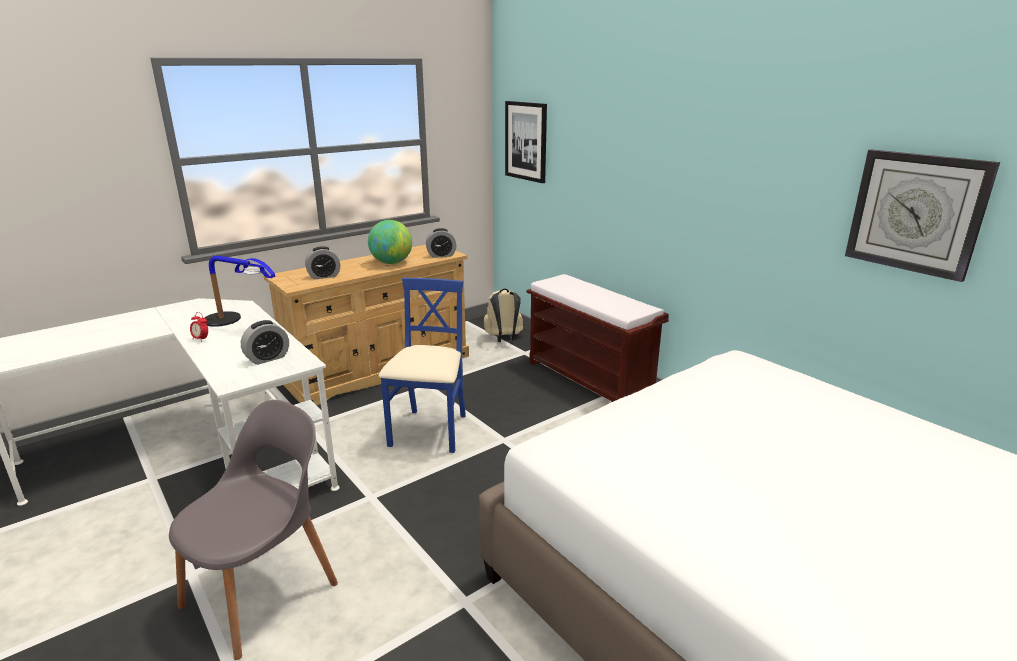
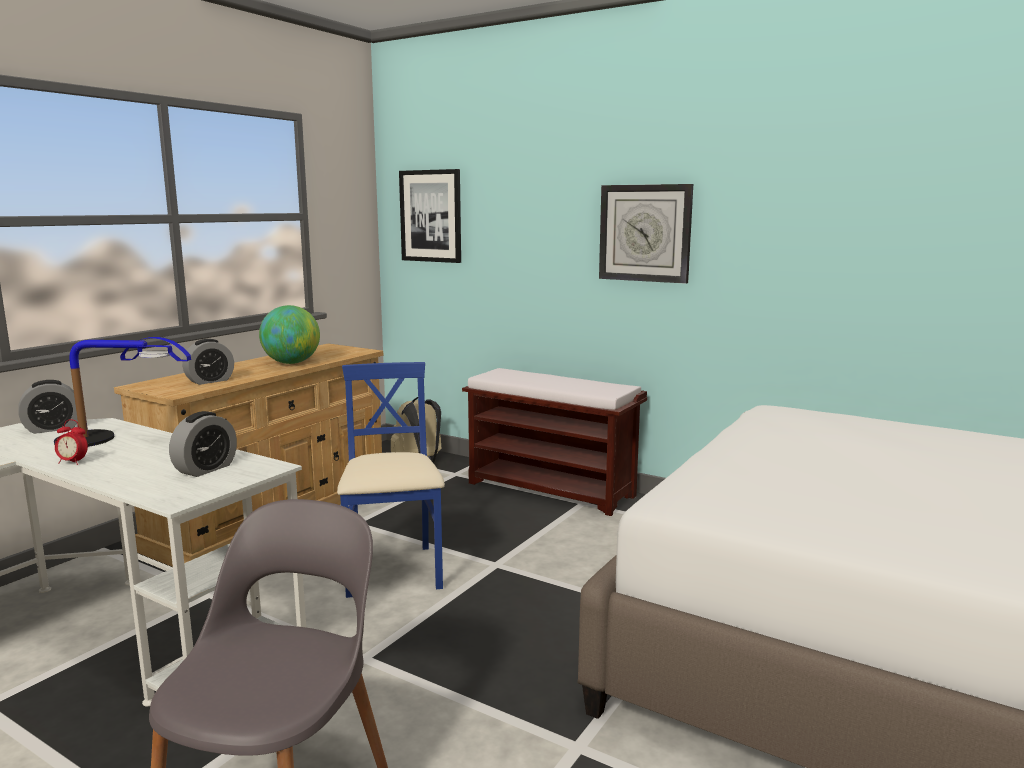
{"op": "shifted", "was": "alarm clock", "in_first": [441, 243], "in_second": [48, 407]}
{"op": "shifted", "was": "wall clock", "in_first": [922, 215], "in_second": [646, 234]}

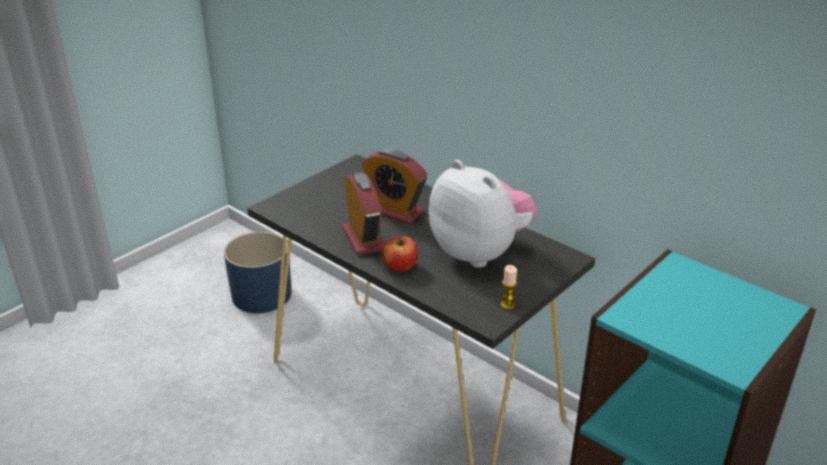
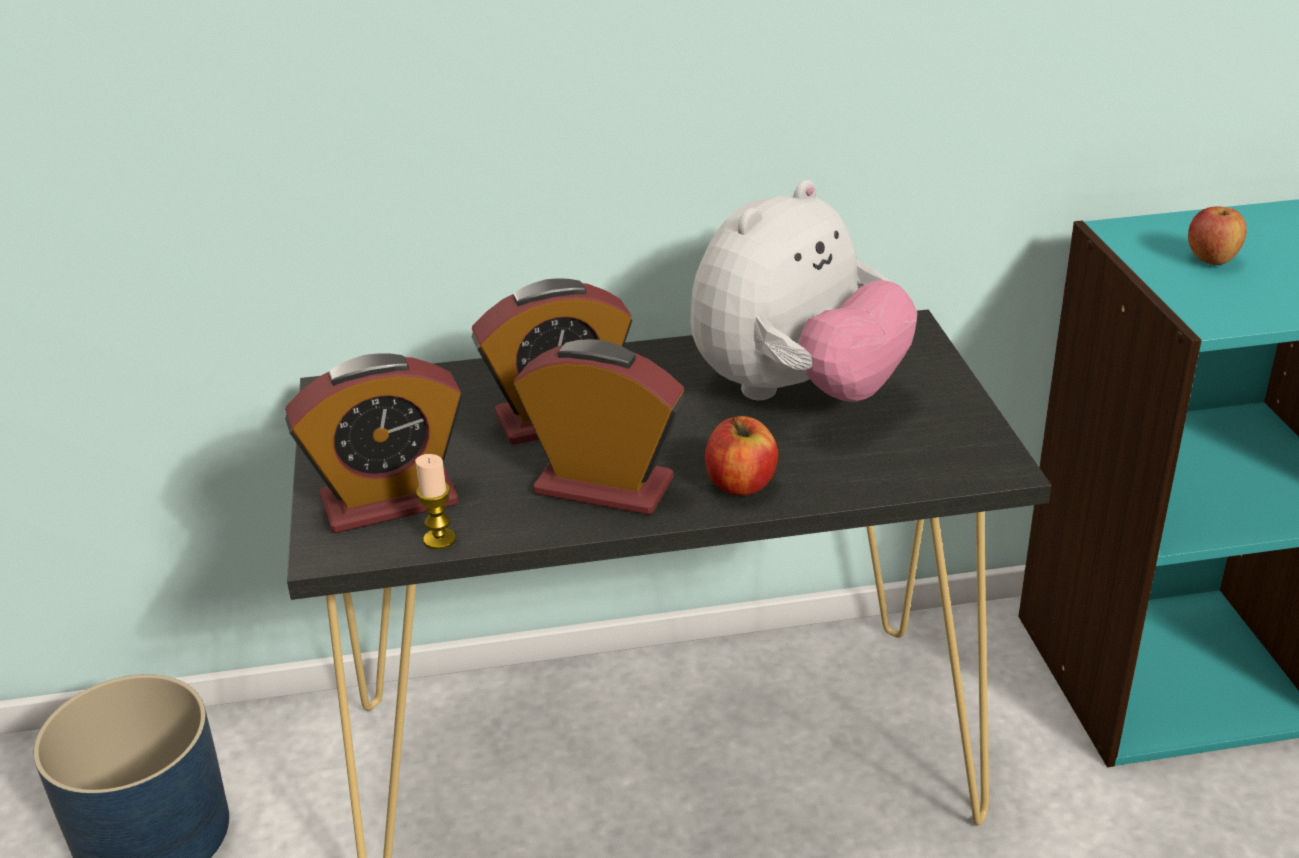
{"op": "new", "now": "alarm clock", "in_second": [373, 443]}
{"op": "shifted", "was": "candle", "in_first": [509, 287], "in_second": [435, 502]}
{"op": "rotated", "was": "plush toy", "in_first": [483, 214], "in_second": [803, 291], "clockwise": 135}
{"op": "new", "now": "apple", "in_second": [1217, 235]}

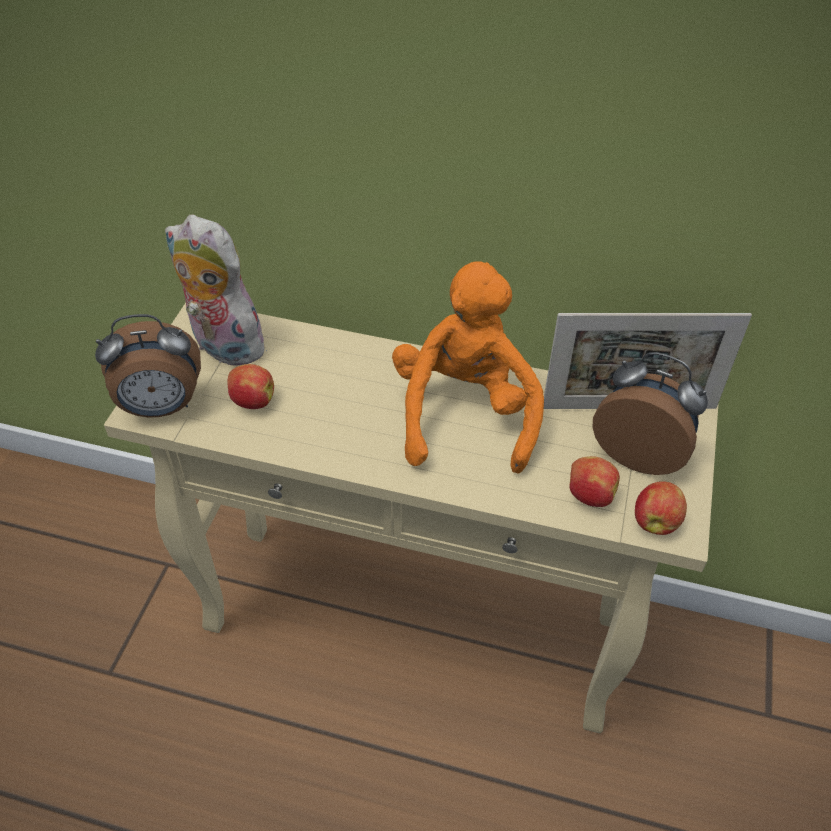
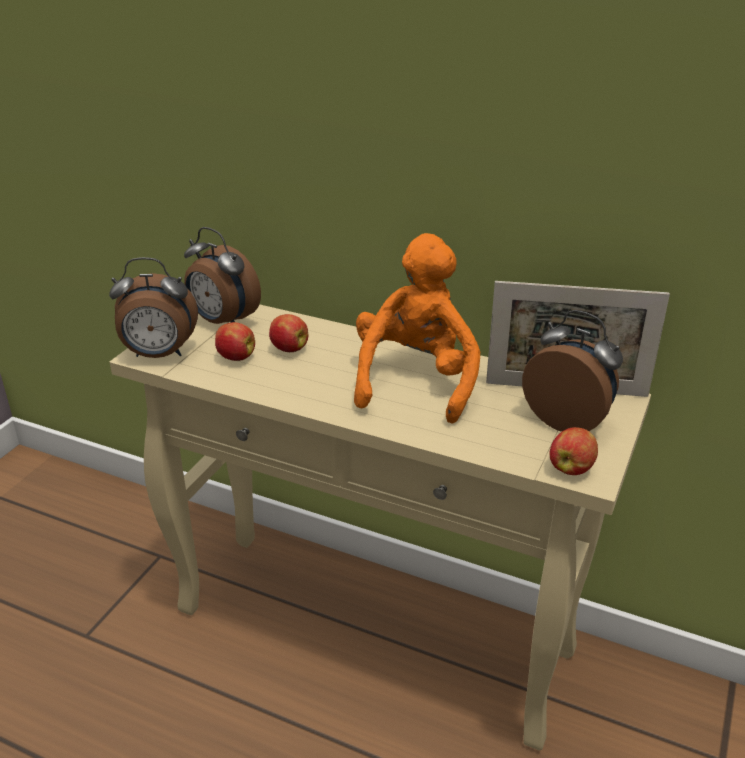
{"op": "swapped", "was": "plush toy", "now": "alarm clock", "in_first": [216, 290], "in_second": [222, 275]}
{"op": "shifted", "was": "apple", "in_first": [595, 481], "in_second": [288, 333]}

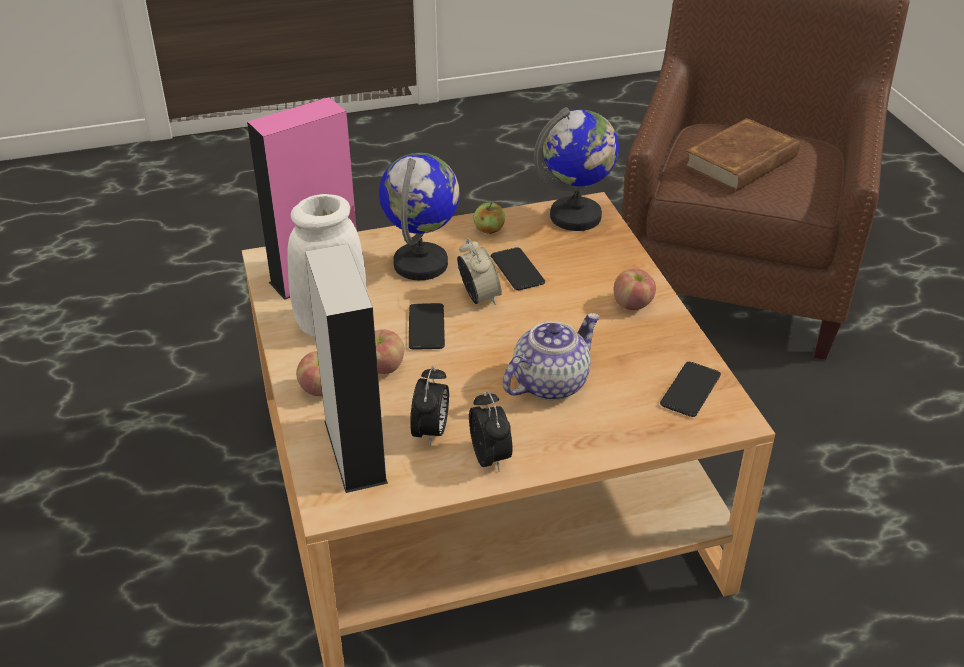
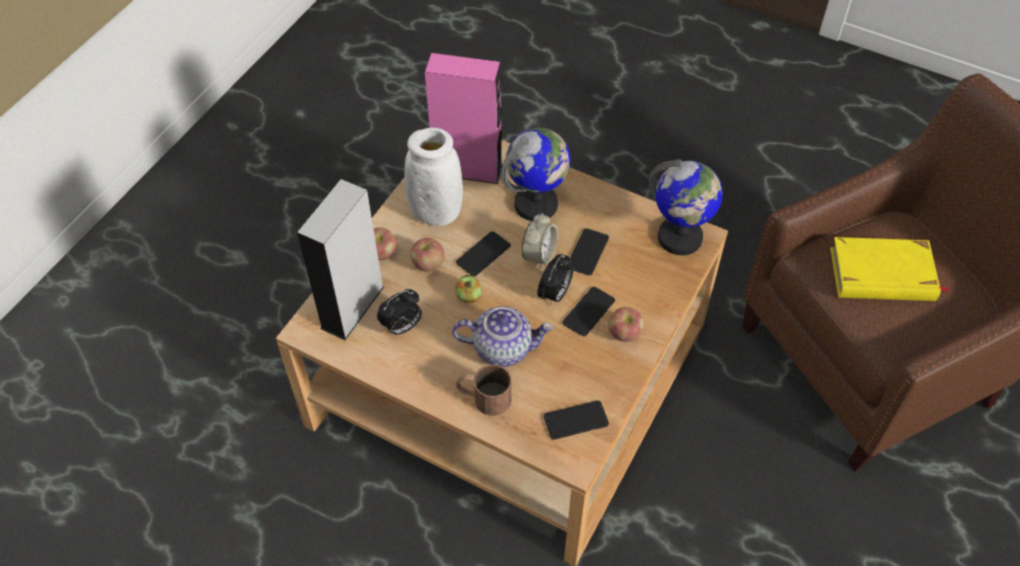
{"op": "shifted", "was": "apple", "in_first": [489, 218], "in_second": [468, 289]}
{"op": "new", "now": "mug (brown)", "in_second": [484, 390]}
{"op": "shifted", "was": "alarm clock", "in_first": [491, 431], "in_second": [555, 279]}
{"op": "new", "now": "phone", "in_second": [588, 311]}
{"op": "repainted", "was": "book (brown)", "now": "book (yellow)", "in_first": [742, 154], "in_second": [890, 269]}

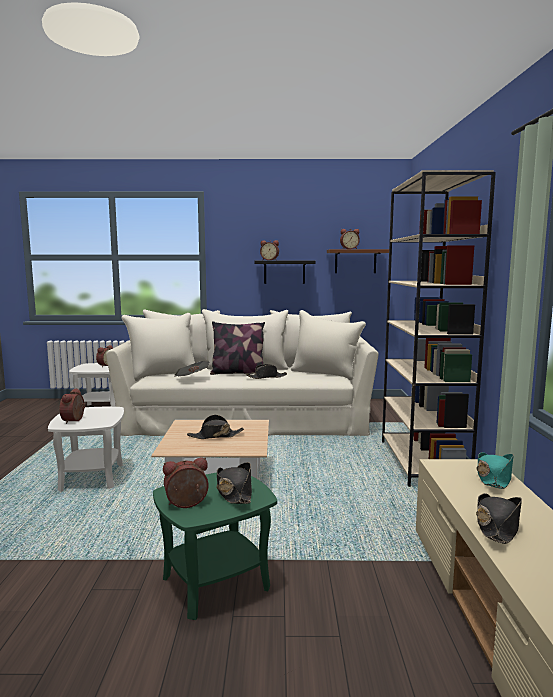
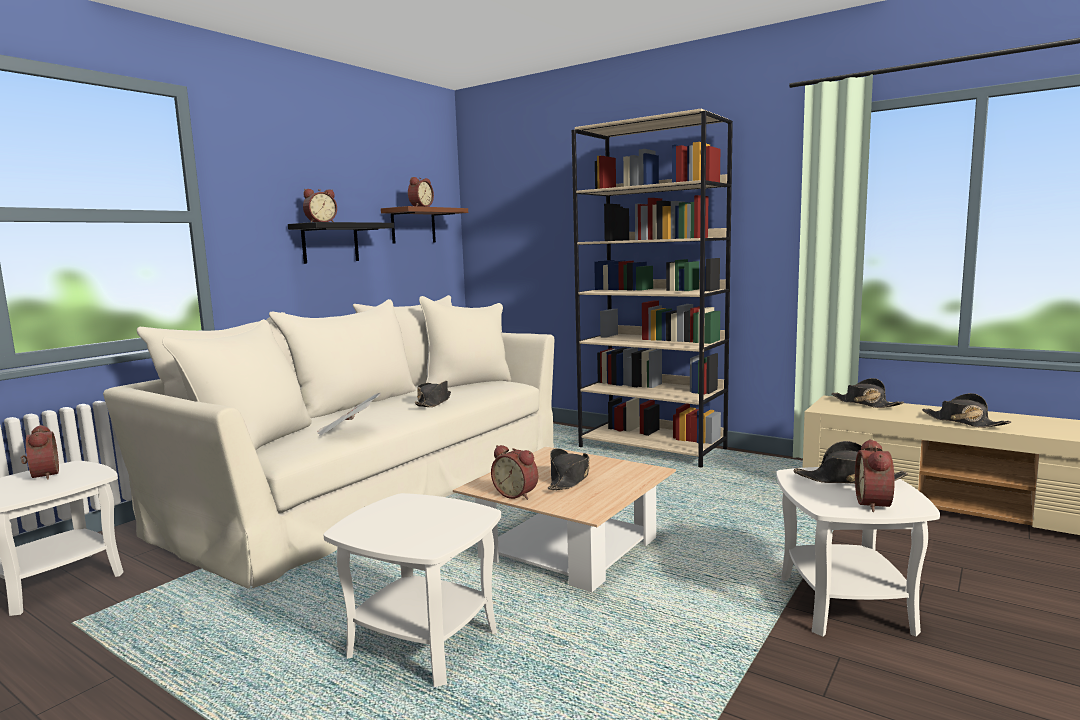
{"op": "shifted", "was": "alarm clock", "in_first": [72, 406], "in_second": [514, 472]}
{"op": "repainted", "was": "side table (green)", "now": "side table (white)", "in_first": [215, 546], "in_second": [858, 552]}
{"op": "repainted", "was": "hat (turquoise)", "now": "hat (black)", "in_first": [495, 470], "in_second": [868, 393]}
{"op": "gone", "was": "pillow", "in_first": [237, 348]}

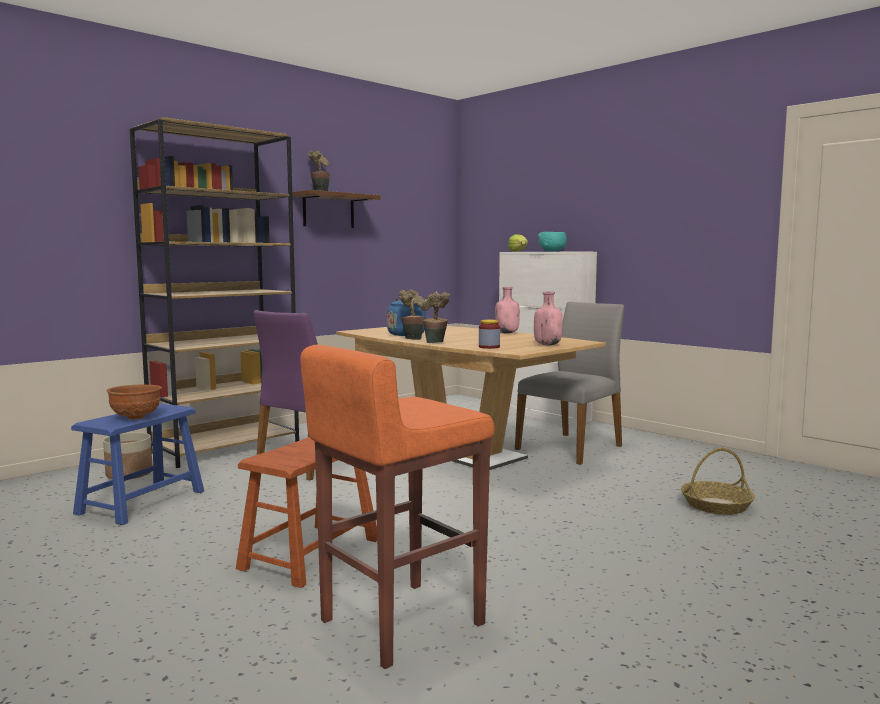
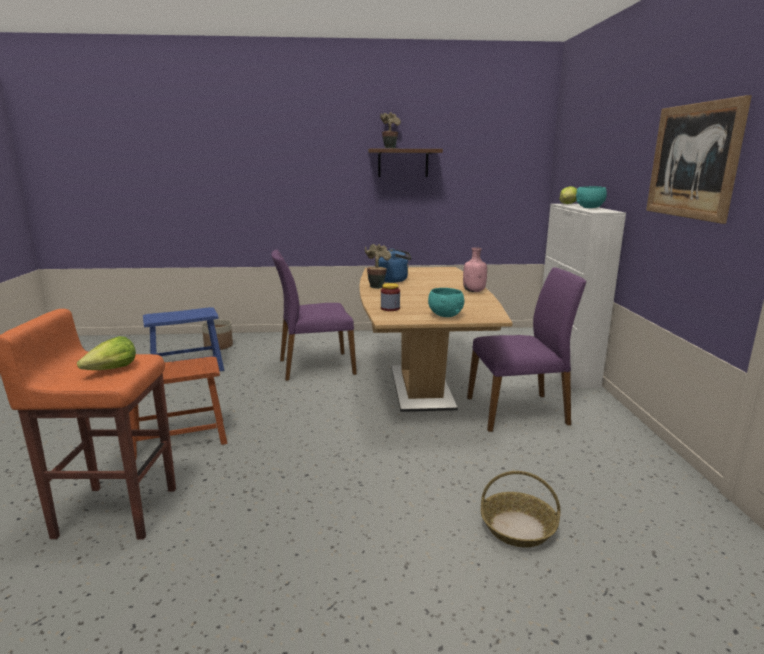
{"op": "new", "now": "lettuce", "in_second": [106, 353]}
{"op": "swapped", "was": "bottle (pink)", "now": "bowl (turquoise)", "in_first": [548, 318], "in_second": [446, 302]}
{"op": "repainted", "was": "chair (grey)", "now": "chair (purple)", "in_first": [569, 383], "in_second": [526, 349]}
{"op": "new", "now": "picture", "in_second": [699, 159]}
{"op": "gone", "was": "bowl (brown)", "in_first": [134, 401]}
{"op": "gone", "was": "bookcase (brown)", "in_first": [214, 292]}
{"op": "gone", "was": "potted plant", "in_first": [435, 317]}

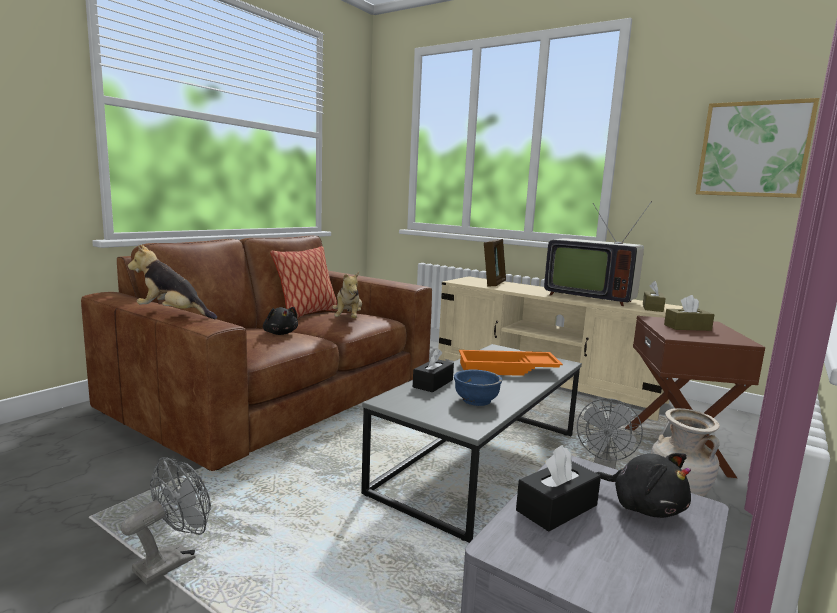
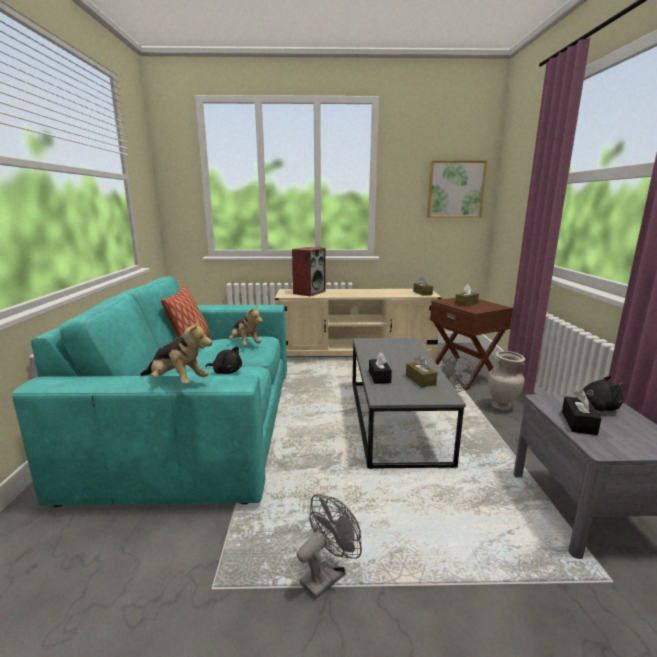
{"op": "repainted", "was": "sofa (brown)", "now": "sofa (turquoise)", "in_first": [256, 353], "in_second": [149, 391]}
{"op": "rotated", "was": "plush toy", "in_first": [172, 282], "in_second": [176, 351], "clockwise": -135}
{"op": "swapped", "was": "picture frame", "now": "speaker", "in_first": [495, 263], "in_second": [309, 271]}
{"op": "rotated", "was": "fan (grey)", "in_first": [166, 521], "in_second": [329, 546], "clockwise": 45}
{"op": "swapped", "was": "bowl (blue)", "now": "tissue box (brown)", "in_first": [478, 388], "in_second": [421, 371]}
{"op": "gone", "was": "tray (orange)", "in_first": [511, 363]}
{"op": "gone", "was": "television", "in_first": [598, 253]}

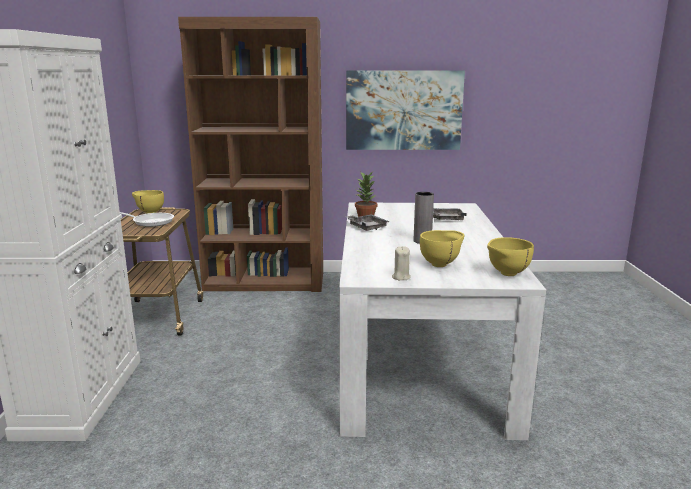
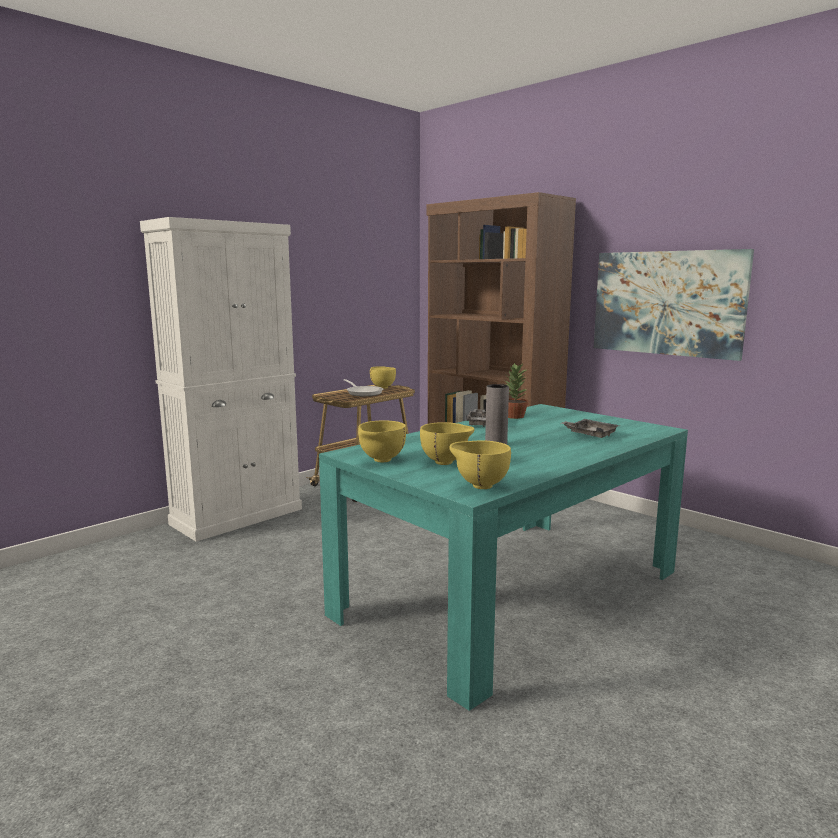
{"op": "repainted", "was": "dining table (white)", "now": "dining table (turquoise)", "in_first": [442, 321], "in_second": [503, 557]}
{"op": "swapped", "was": "candle (beige)", "now": "bowl (yellow)", "in_first": [401, 263], "in_second": [382, 441]}

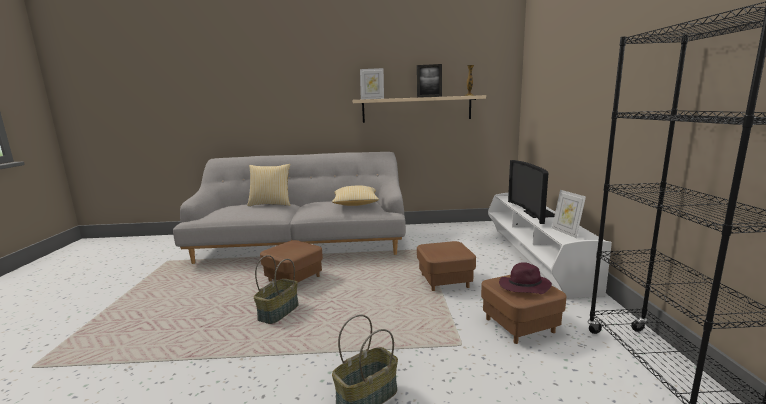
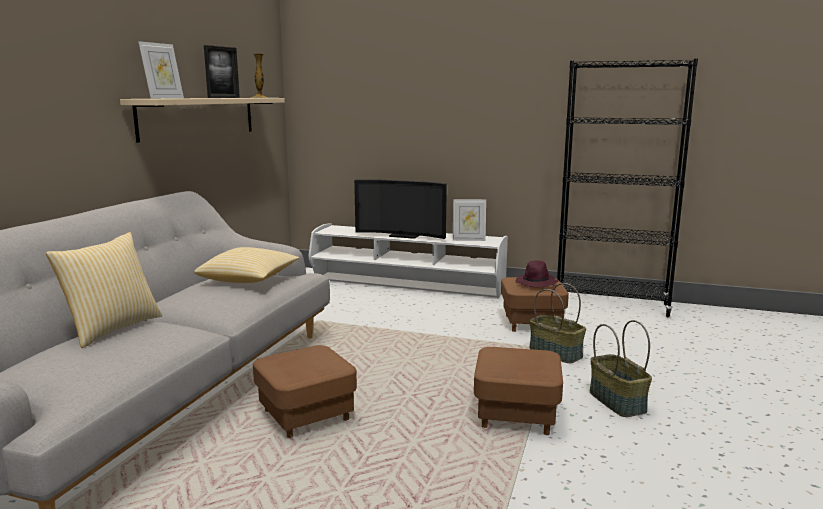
{"op": "shifted", "was": "ottoman (brown)", "in_first": [446, 266], "in_second": [518, 391]}
{"op": "shifted", "was": "basket", "in_first": [276, 289], "in_second": [557, 323]}

